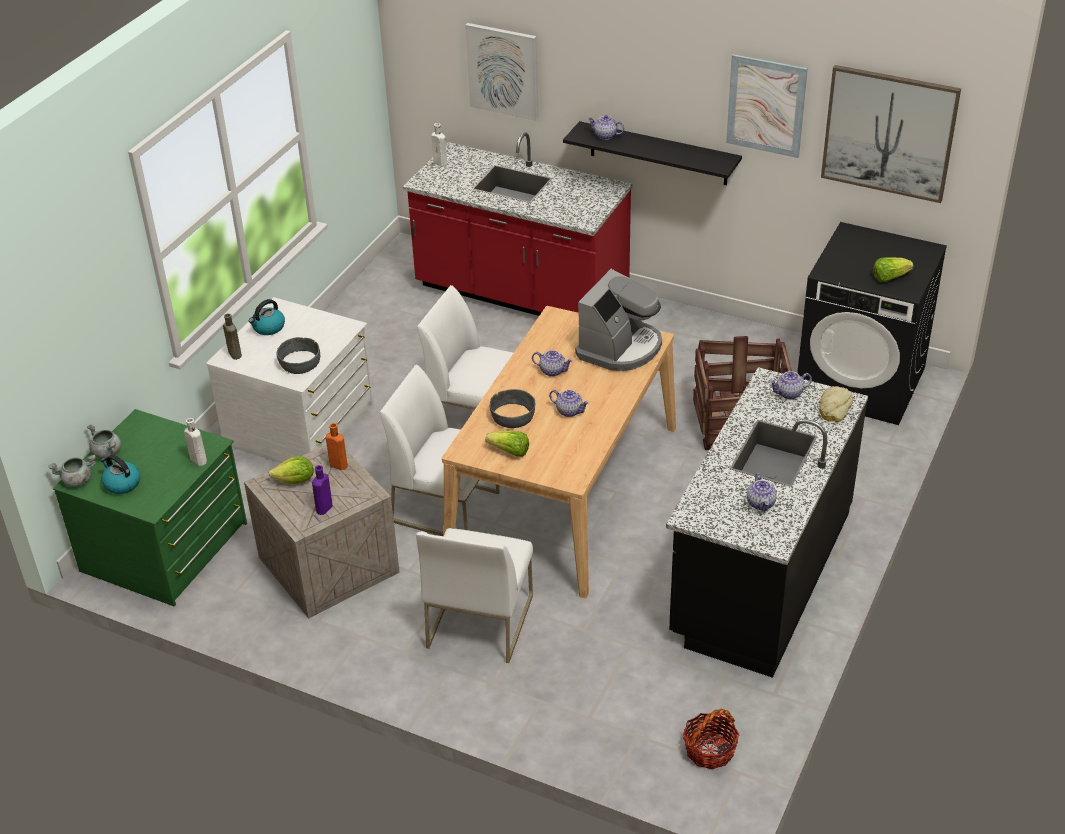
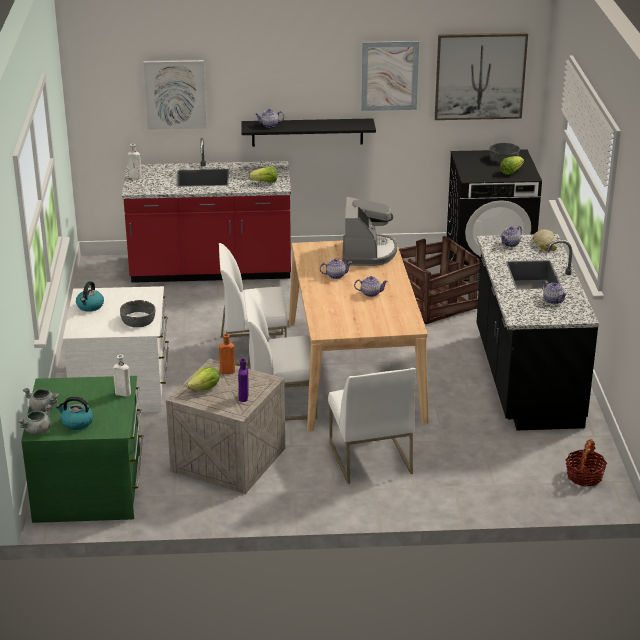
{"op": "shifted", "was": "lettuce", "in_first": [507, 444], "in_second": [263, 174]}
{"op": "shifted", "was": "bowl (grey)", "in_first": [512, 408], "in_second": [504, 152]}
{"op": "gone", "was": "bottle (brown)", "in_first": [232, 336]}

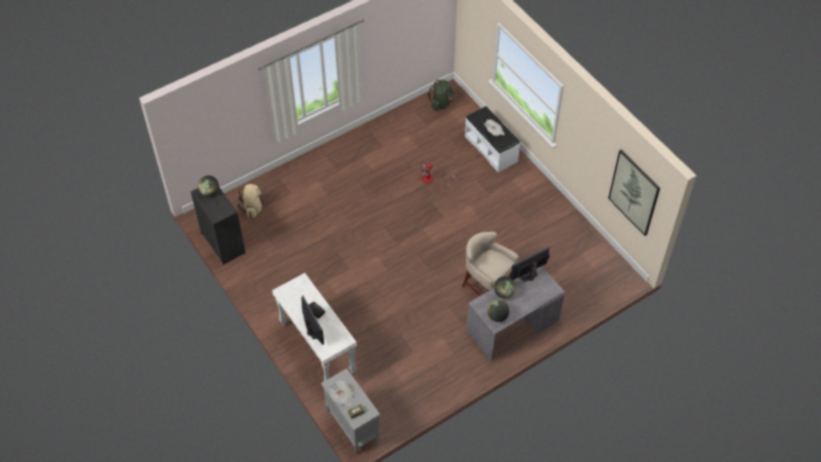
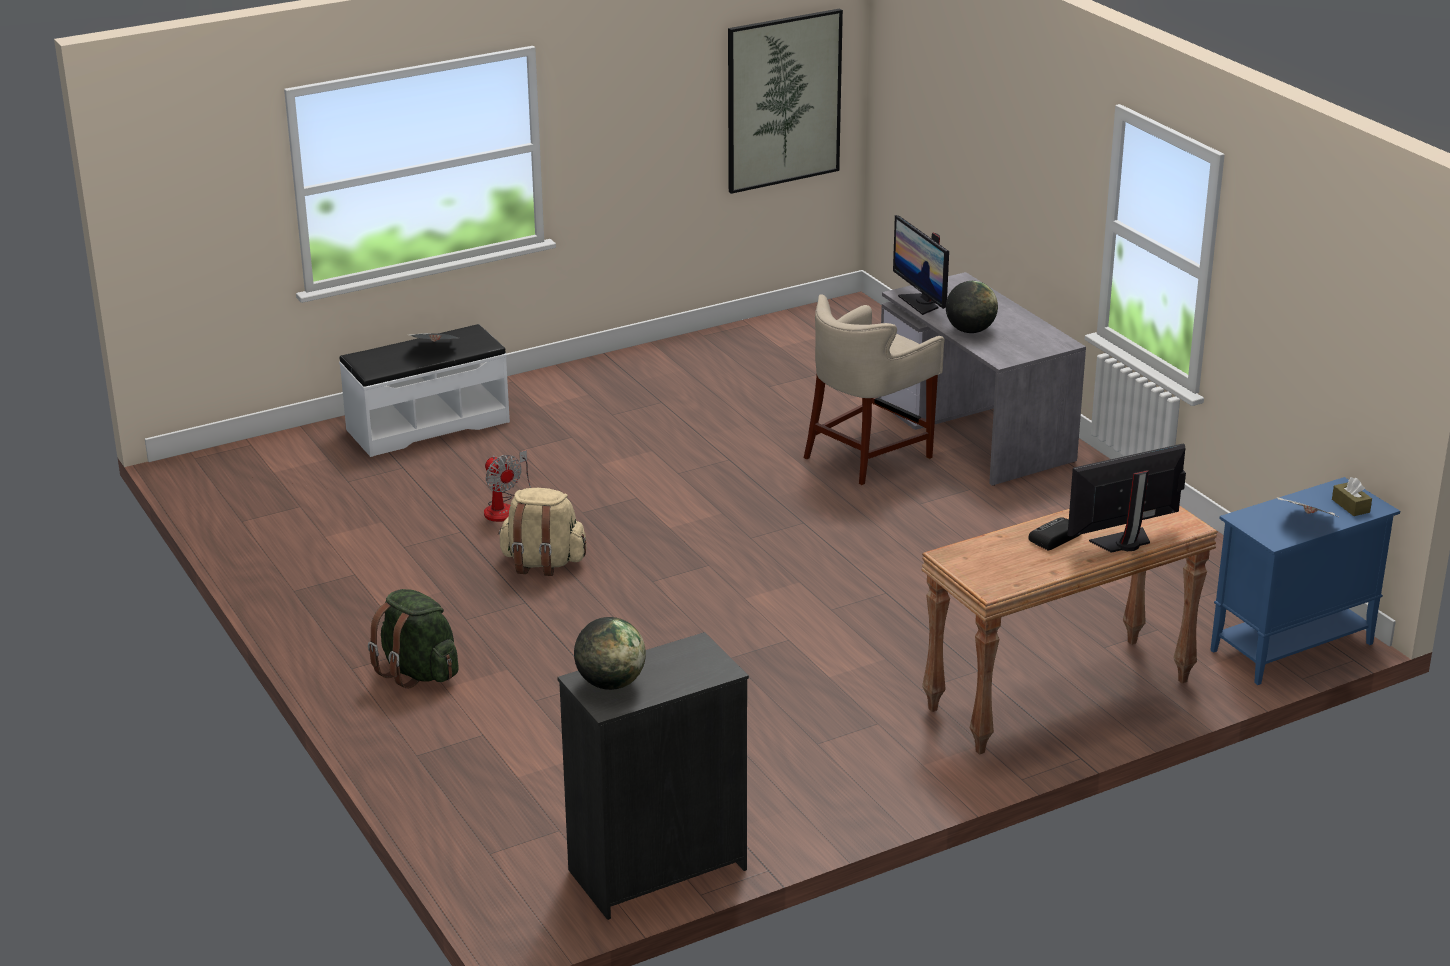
{"op": "shifted", "was": "backpack (green)", "in_first": [440, 95], "in_second": [413, 639]}
{"op": "shifted", "was": "backpack (beige)", "in_first": [251, 201], "in_second": [542, 532]}
{"op": "repainted", "was": "console table (white)", "now": "console table (brown)", "in_first": [314, 327], "in_second": [1070, 630]}
{"op": "repainted", "was": "cabinet (grey)", "now": "cabinet (blue)", "in_first": [350, 411], "in_second": [1305, 581]}
{"op": "gone", "was": "globe", "in_first": [498, 311]}

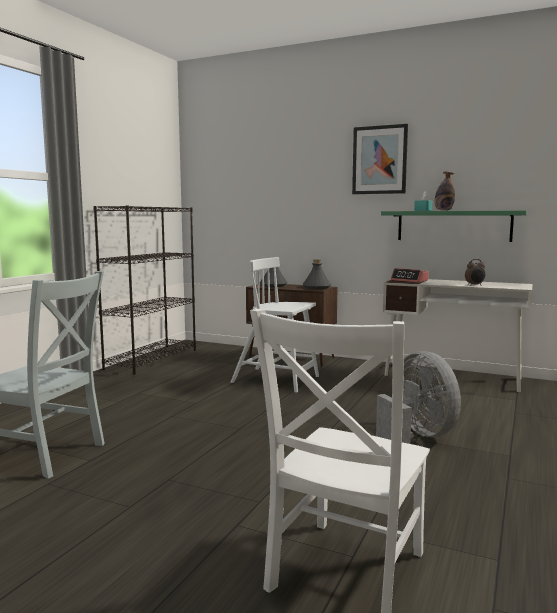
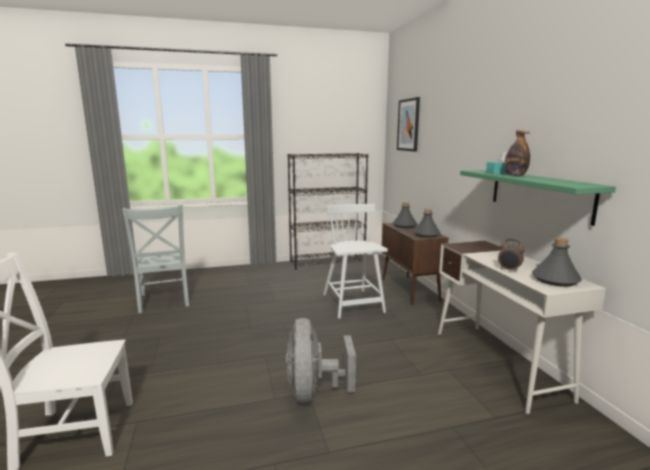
{"op": "rotated", "was": "fan (grey)", "in_first": [418, 397], "in_second": [321, 360], "clockwise": 150}
{"op": "shifted", "was": "picture", "in_first": [380, 159], "in_second": [408, 124]}
{"op": "new", "now": "bottle (grey)", "in_second": [557, 262]}
{"op": "gone", "was": "alarm clock", "in_first": [410, 275]}

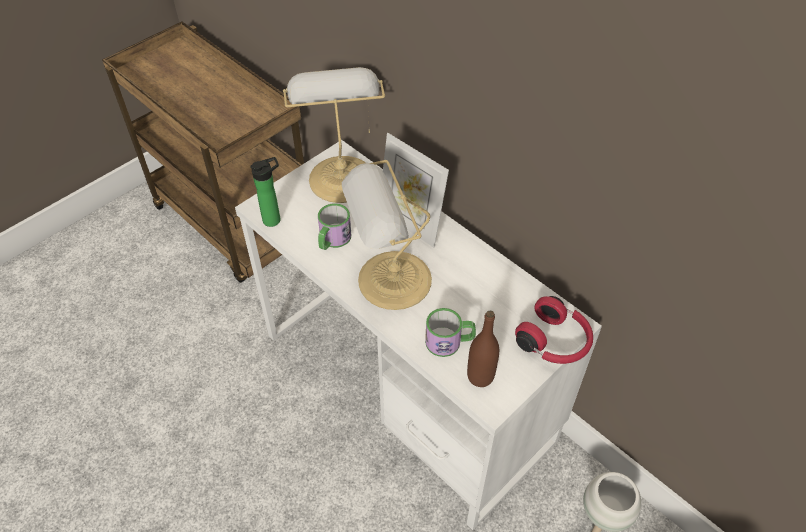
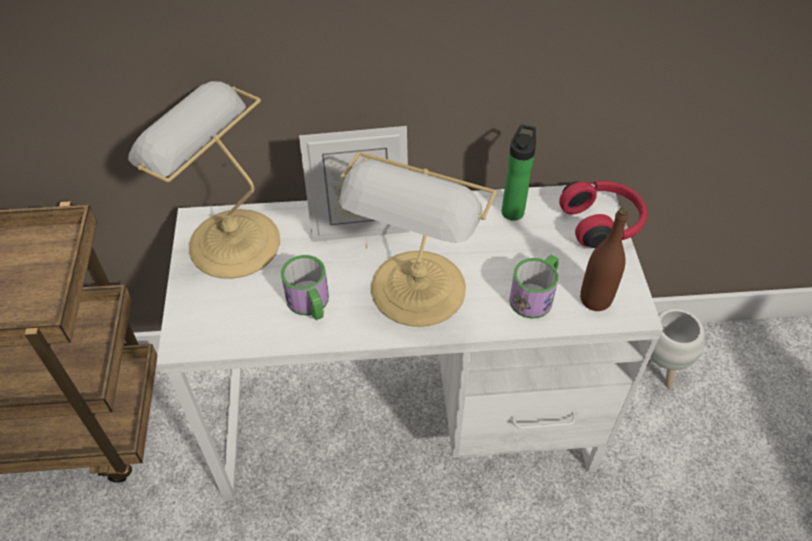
{"op": "shifted", "was": "bottle", "in_first": [265, 192], "in_second": [519, 173]}

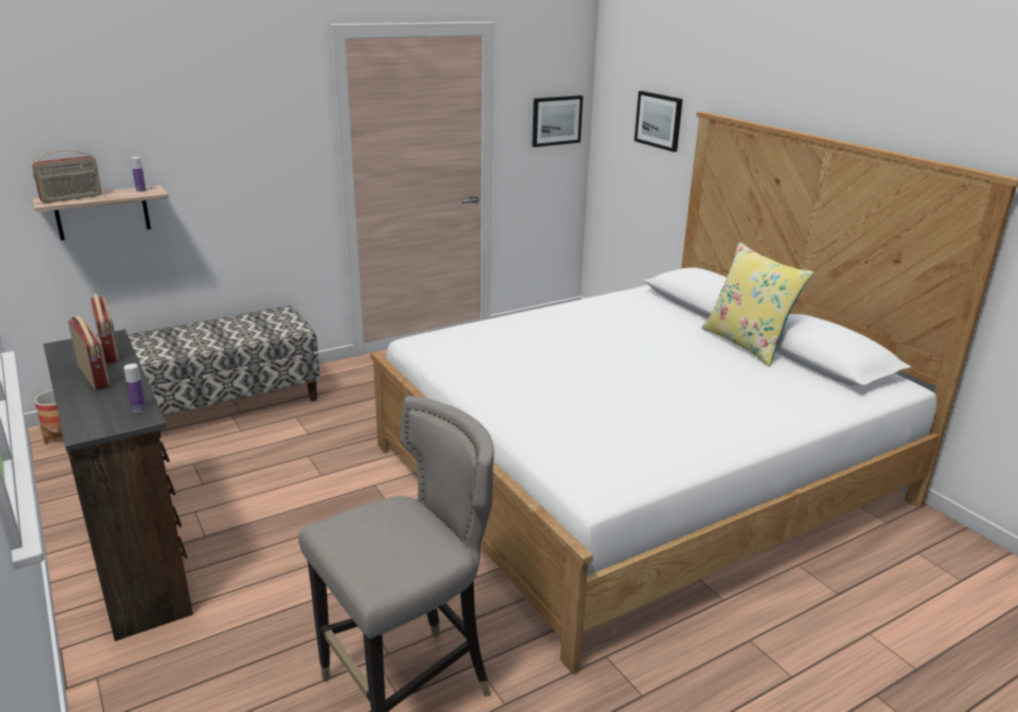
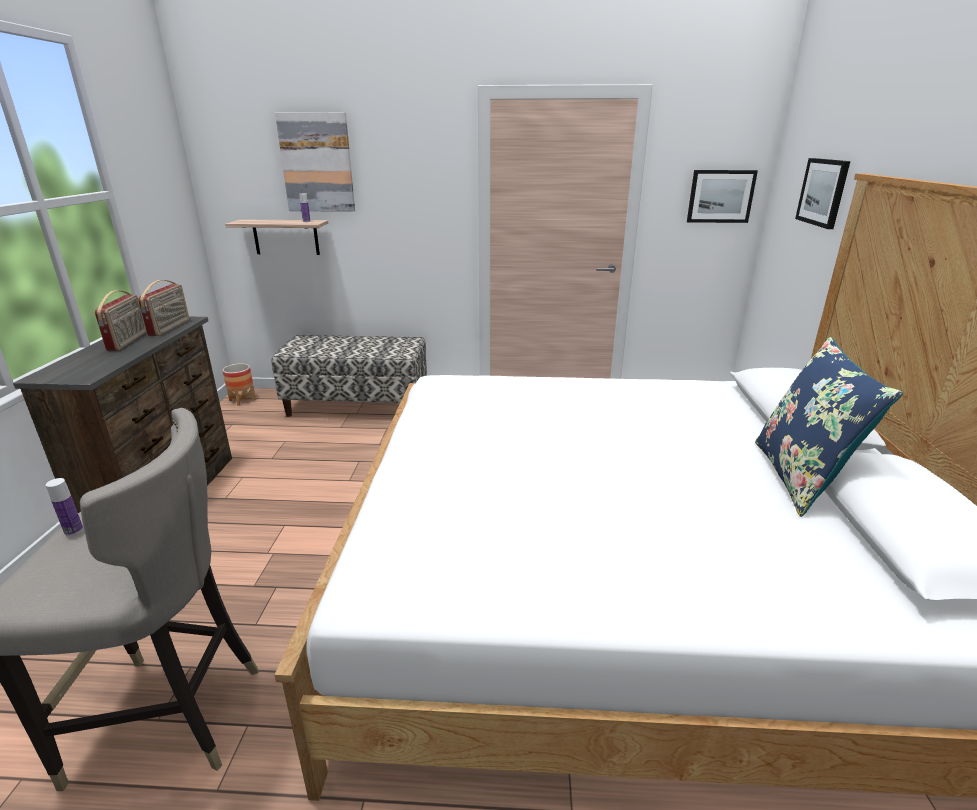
{"op": "shifted", "was": "bottle", "in_first": [135, 388], "in_second": [64, 507]}
{"op": "new", "now": "picture", "in_second": [315, 162]}
{"op": "repainted", "was": "pillow (yellow)", "now": "pillow (blue)", "in_first": [758, 304], "in_second": [829, 427]}
{"op": "gone", "was": "radio", "in_first": [67, 176]}

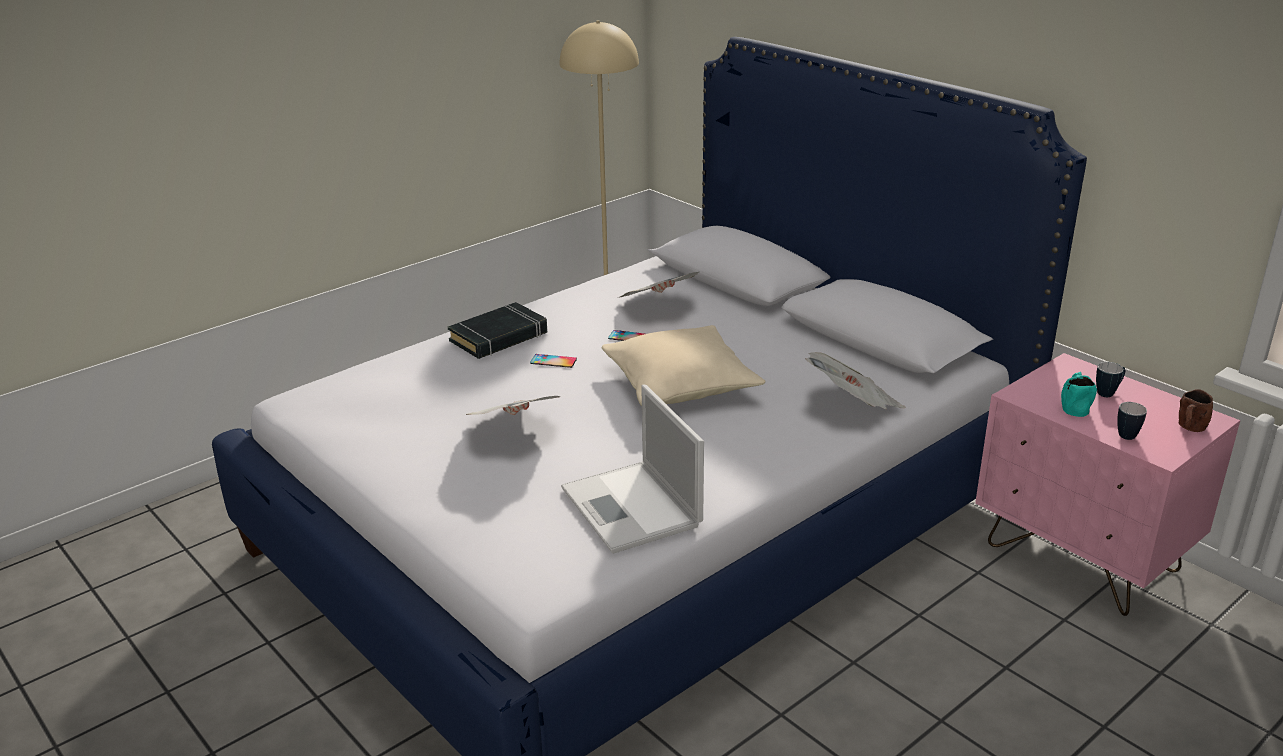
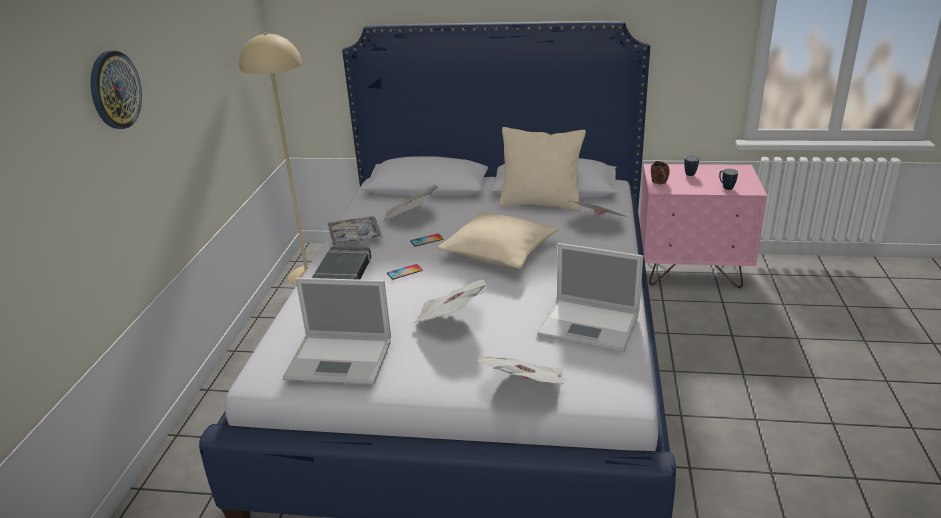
{"op": "new", "now": "wall clock", "in_second": [116, 90]}
{"op": "new", "now": "laptop", "in_second": [337, 331]}
{"op": "new", "now": "tray", "in_second": [355, 231]}
{"op": "new", "now": "newspaper", "in_second": [522, 370]}
{"op": "new", "now": "pillow (beige)", "in_second": [542, 169]}
{"op": "shifted", "was": "mug (brown)", "in_first": [1196, 410], "in_second": [660, 172]}
{"op": "gone", "was": "mug (turquoise)", "in_first": [1079, 394]}

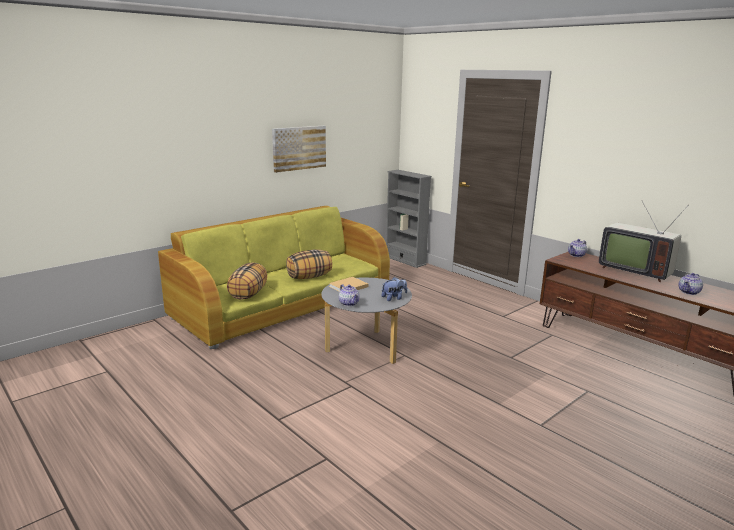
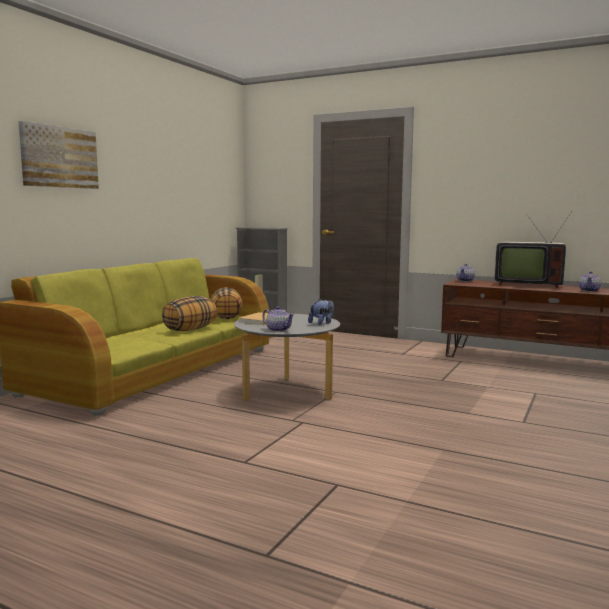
{"op": "shifted", "was": "picture", "in_first": [299, 149], "in_second": [59, 155]}
{"op": "shifted", "was": "pillow", "in_first": [247, 280], "in_second": [227, 303]}

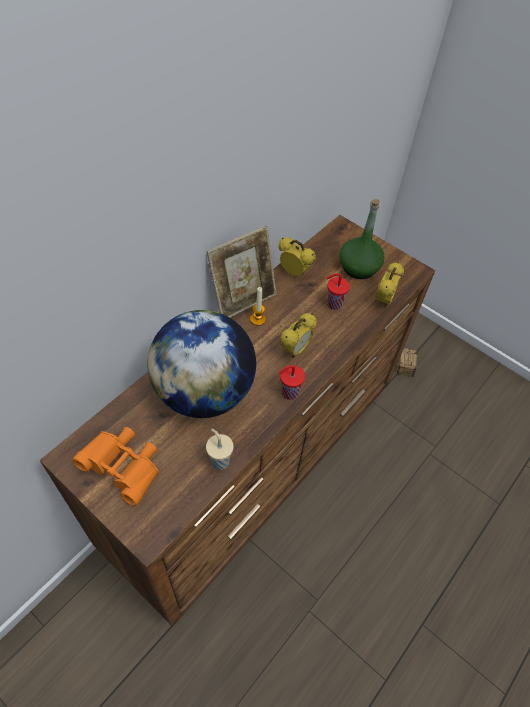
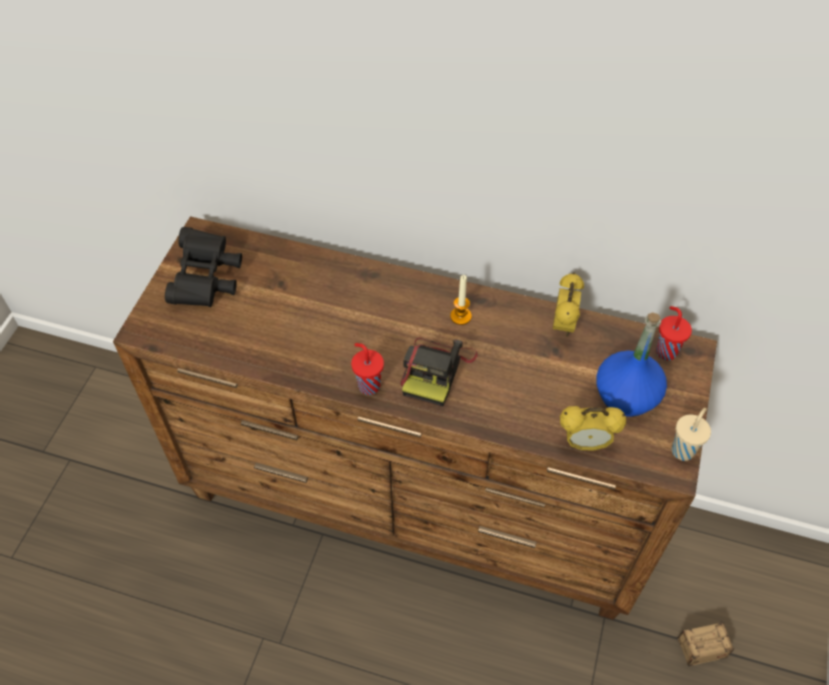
{"op": "repainted", "was": "binoculars (orange)", "now": "binoculars (black)", "in_first": [116, 466], "in_second": [203, 267]}
{"op": "swapped", "was": "alarm clock", "now": "photo camera", "in_first": [298, 335], "in_second": [439, 372]}
{"op": "repainted", "was": "bottle (green)", "now": "bottle (blue)", "in_first": [362, 239], "in_second": [631, 364]}
{"op": "shifted", "was": "cup (red)", "in_first": [338, 291], "in_second": [674, 333]}
{"op": "shifted", "was": "cup (beige)", "in_first": [220, 449], "in_second": [691, 434]}
{"op": "gone", "was": "globe", "in_first": [201, 364]}
{"op": "gone", "was": "picture frame", "in_first": [242, 272]}

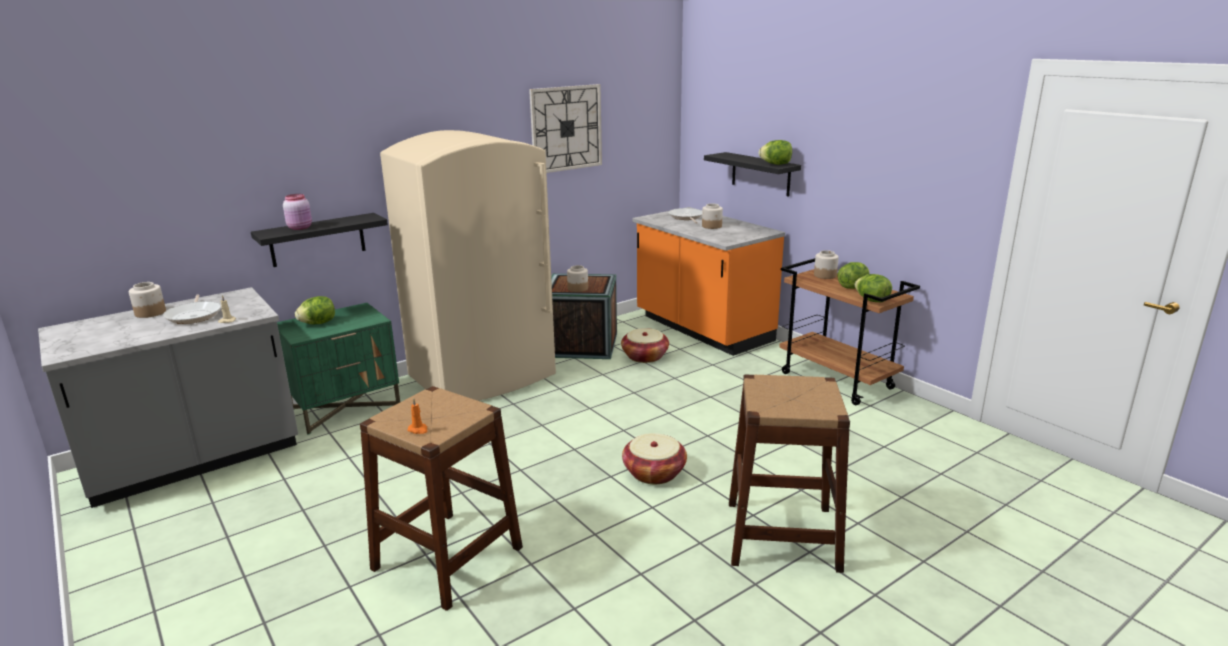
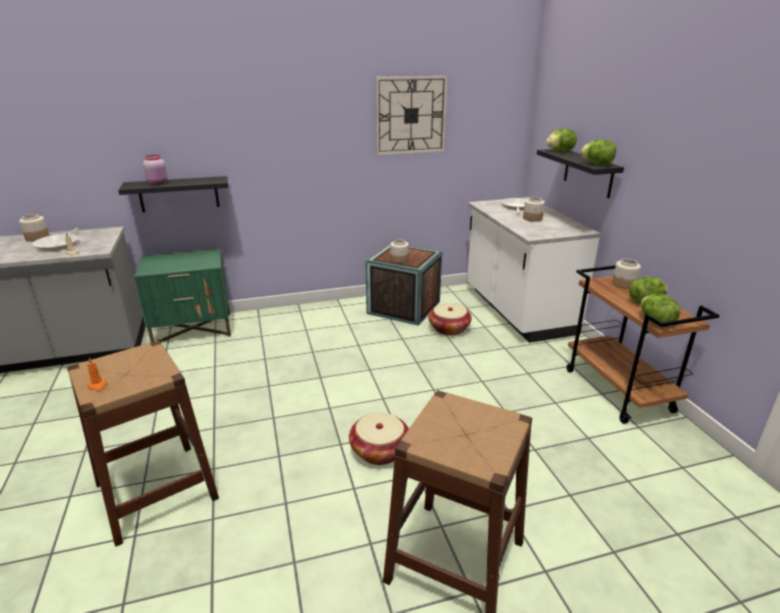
{"op": "repainted", "was": "counter (orange)", "now": "counter (white)", "in_first": [708, 281], "in_second": [534, 270]}
{"op": "shifted", "was": "lettuce", "in_first": [315, 310], "in_second": [561, 140]}
{"op": "gone", "was": "fridge (beige)", "in_first": [468, 265]}

